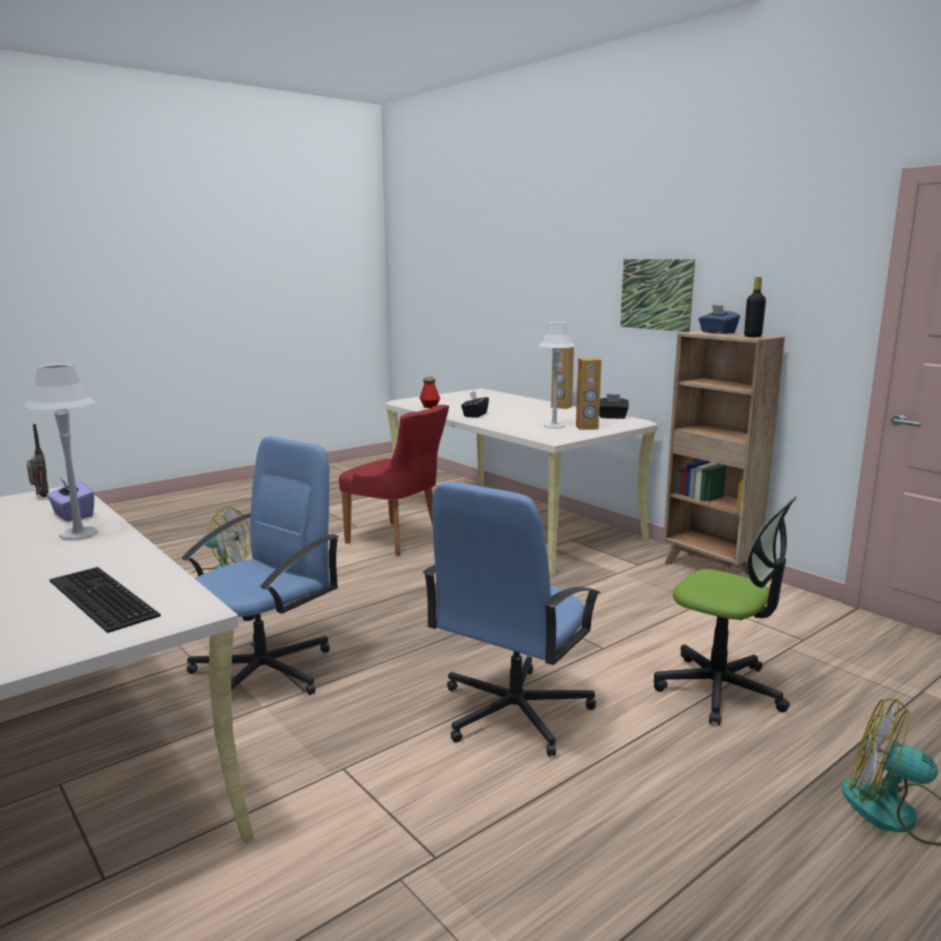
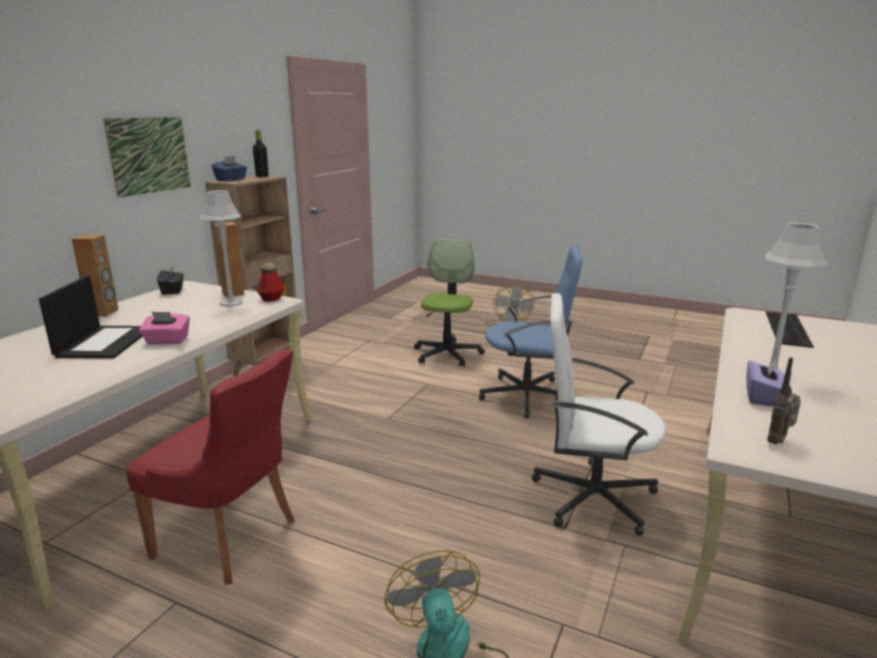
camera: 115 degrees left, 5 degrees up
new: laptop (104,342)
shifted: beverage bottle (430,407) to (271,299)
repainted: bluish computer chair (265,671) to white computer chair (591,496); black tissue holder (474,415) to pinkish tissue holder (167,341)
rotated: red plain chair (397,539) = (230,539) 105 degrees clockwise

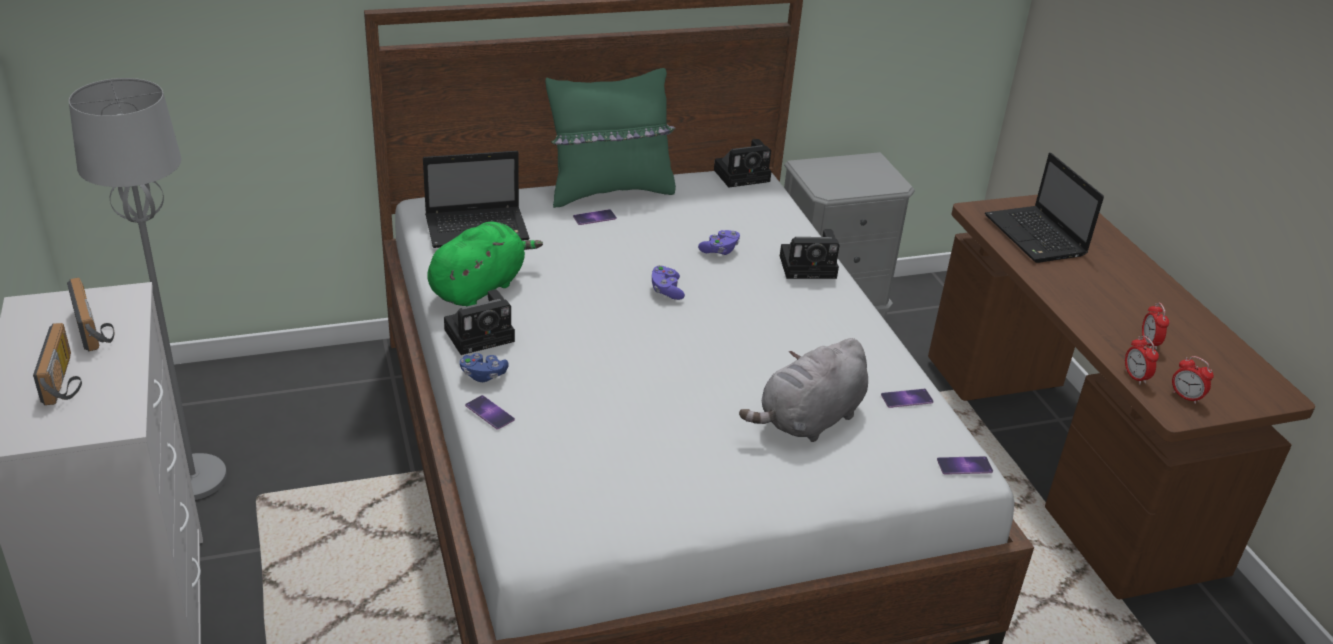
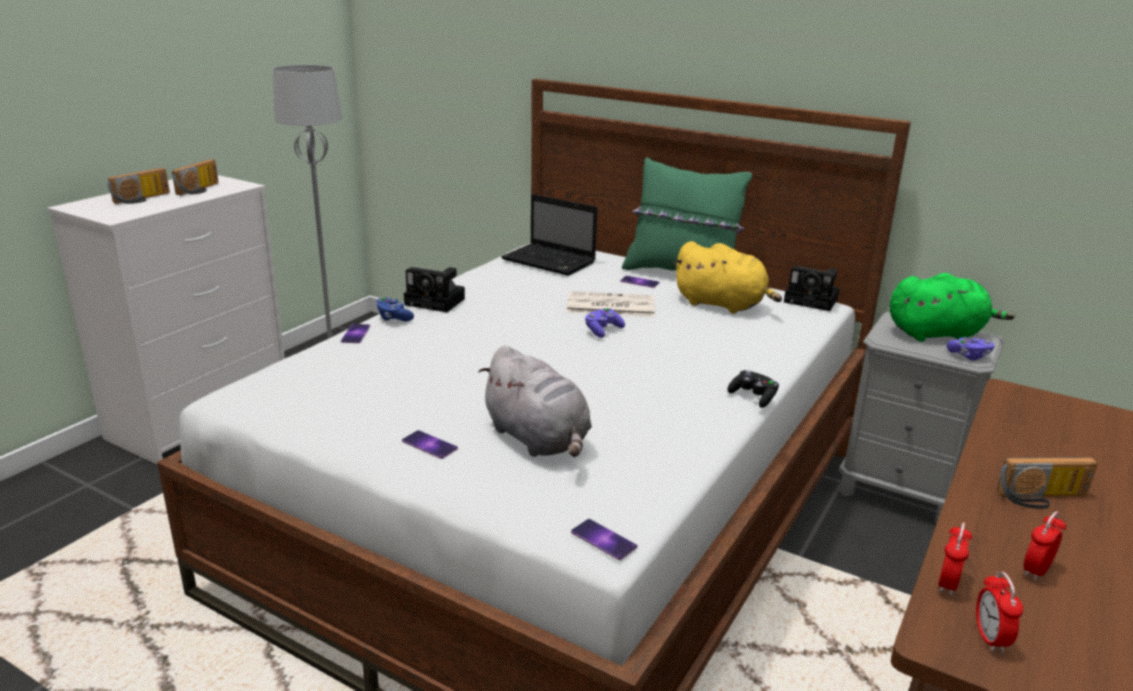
camera: 50 degrees right, 10 degrees down
gone: photo camera (810,266); laptop (1036,237)
new: printed paper (609,306); yellowish plush toy (723,305); black gamepad (753,397); radio (1043,499)
shifted: greenish plush toy (479,287) to (938,334); purple-coloured gamepad (720,250) to (969,356); telephone (907,398) to (429,445)
rotated: grey plush toy (808,420) = (538,439) 135 degrees counterclockwise

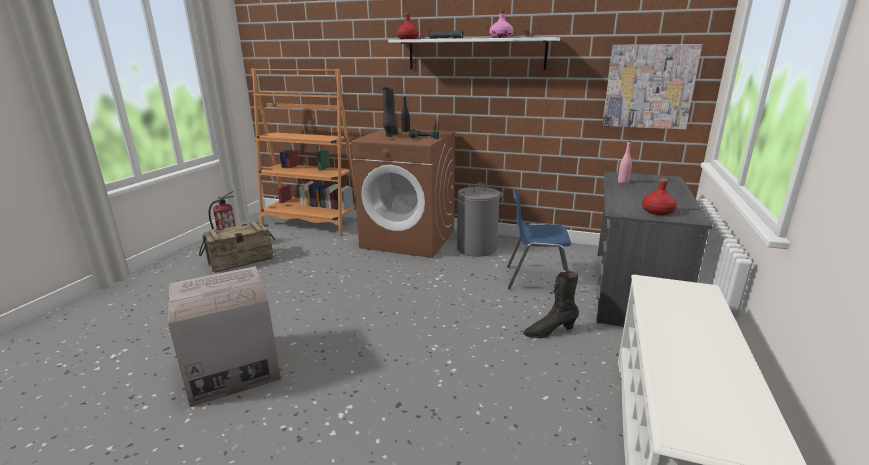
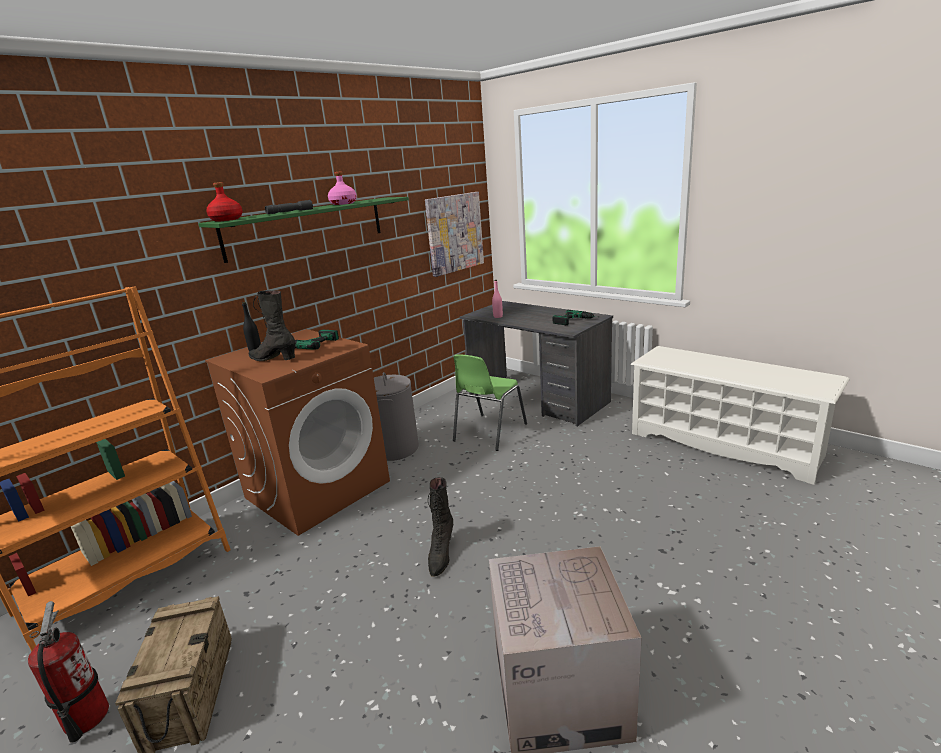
camera: 65 degrees left, 0 degrees up
shifted: black tall boot (549,332) to (441,554)
swapped: red beverage bottle (657,211) to electric drill (577,321)
repainted: white shelf (475,54) to greenish shelf (307,227); bluish plain chair (536,279) to greenish plain chair (488,432)

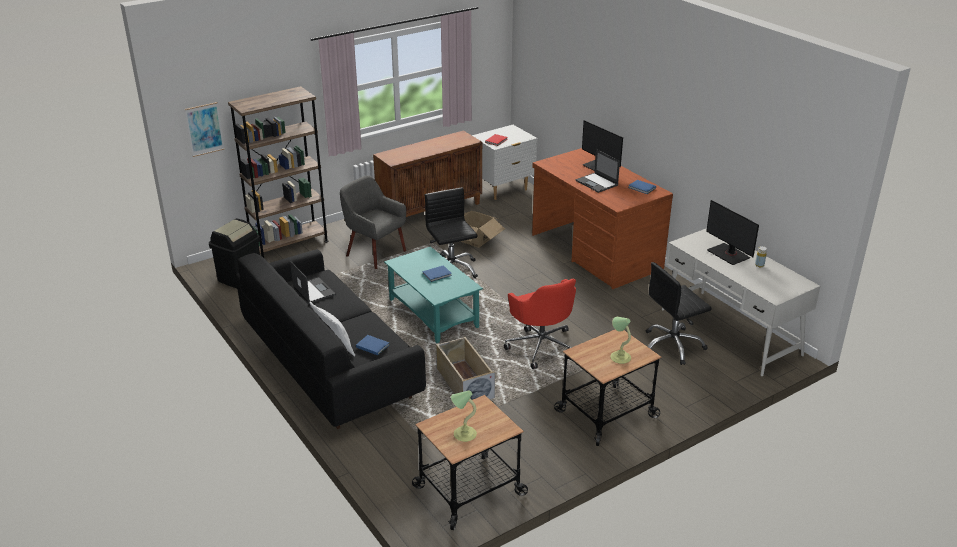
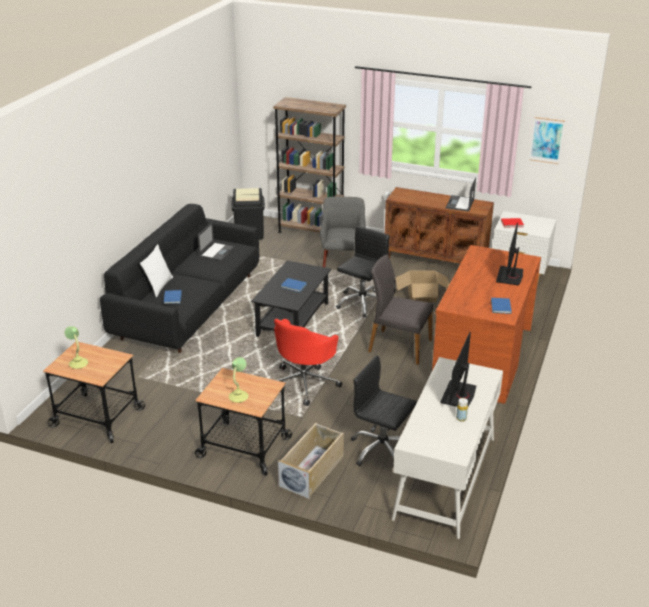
camera: 55 degrees right, 0 degrees up
new: grey plain chair (399,346)
shifted: wall picture (204,129) to (546,140); beige storage box (464,383) to (312,471); laptop (597,183) to (460,204)
repainted: turquoise lounge table (432,313) to black lounge table (293,319)

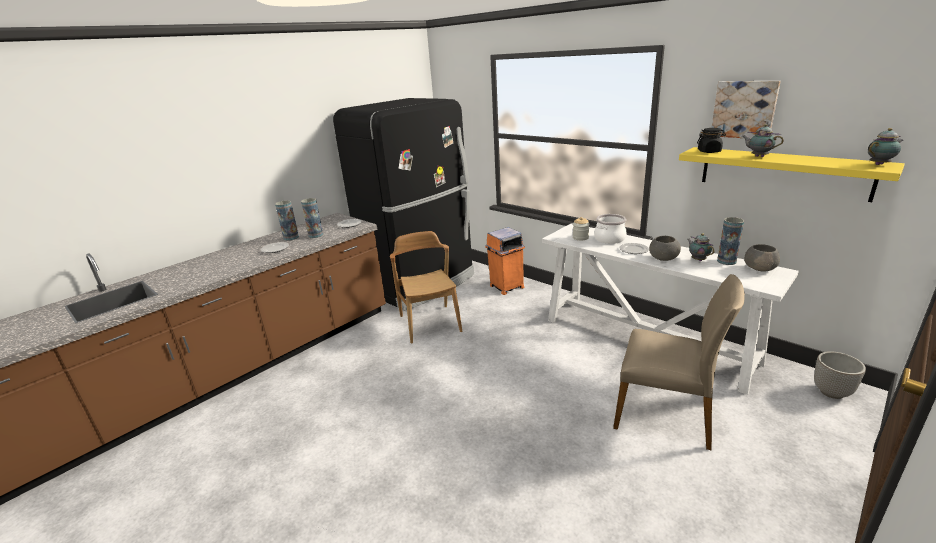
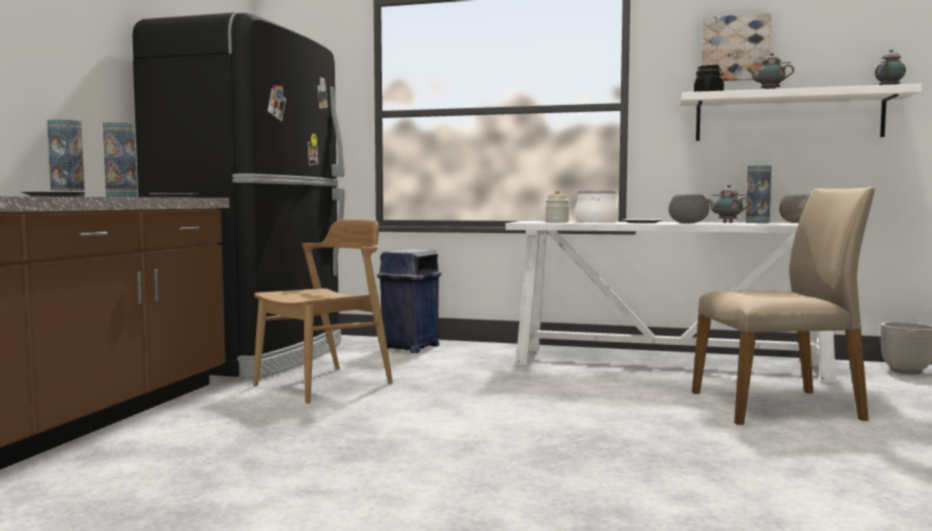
camera: 30 degrees left, 20 degrees down
repainted: orangey waste bin (506,287) to bluish waste bin (409,347); yellowish shelf (782,172) to white shelf (788,117)
rotated: brown-coloured plain chair (430,323) = (324,384) 90 degrees clockwise

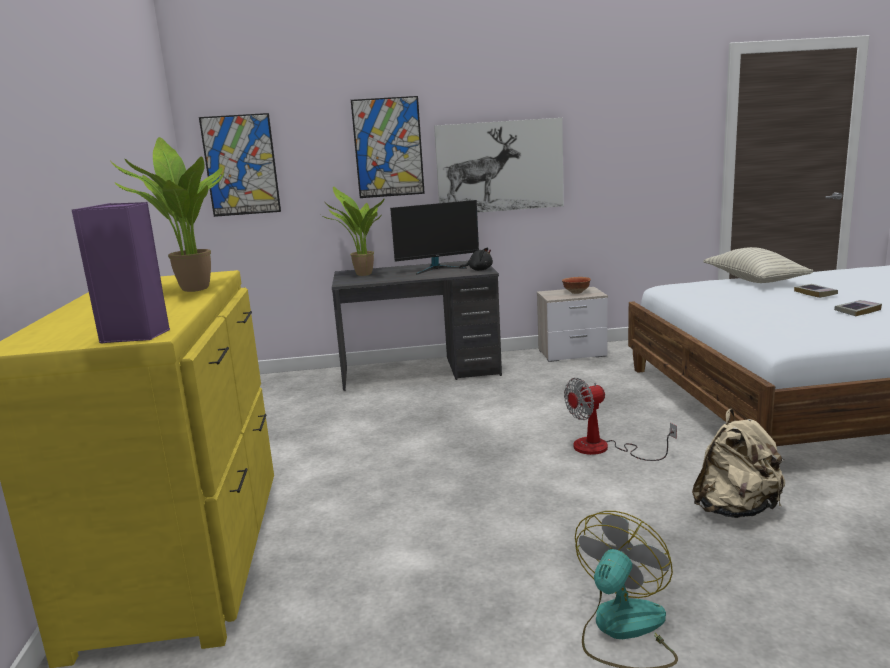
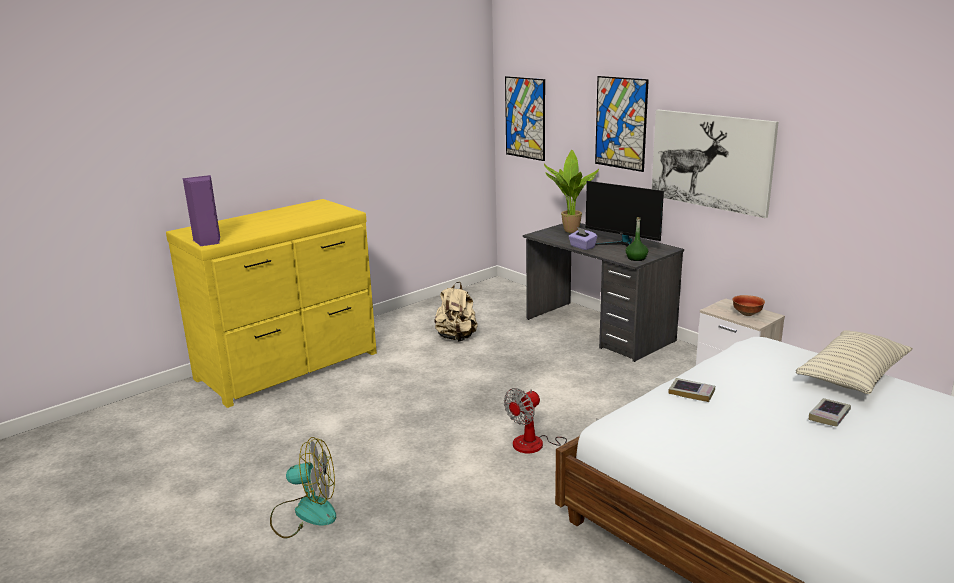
camera: 55 degrees right, 5 degrees up
gone: plant in a pot (190,290)
new: purple-coloured tissue holder (582,247)
shifted: beige rucksack (736,509) to (457,338); volume (857,311) to (691,392)
swapped: black plush toy (479,270) to greenish beverage bottle (636,258)
rotated: cooling fan (603,449) = (539,445) 75 degrees counterclockwise

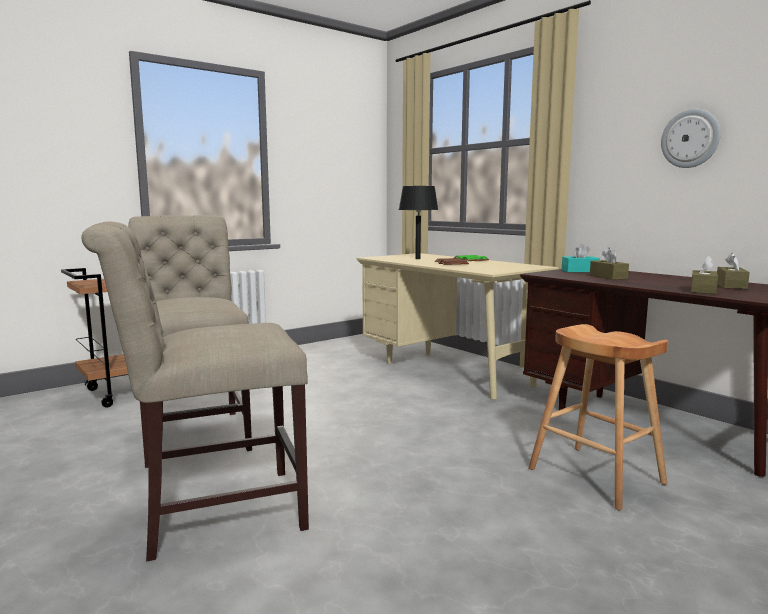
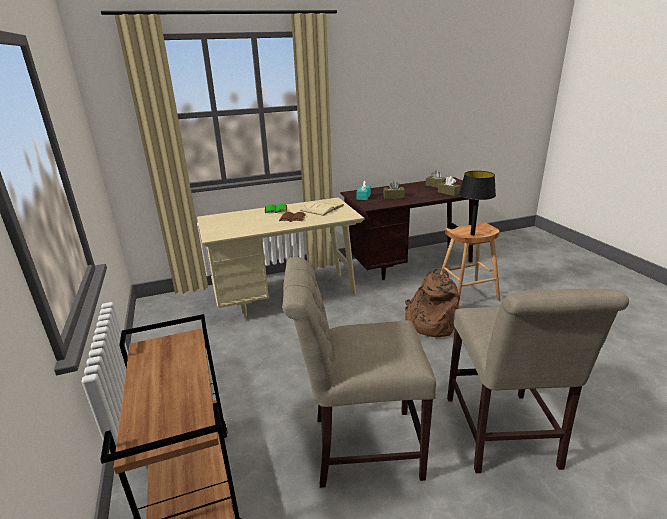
camera: 70 degrees left, 15 degrees up
gone: wall clock (690,138)
new: beige volume (322,208); brown-coloured rucksack (430,322)
shifted: black table lamp (417,258) to (472,234)

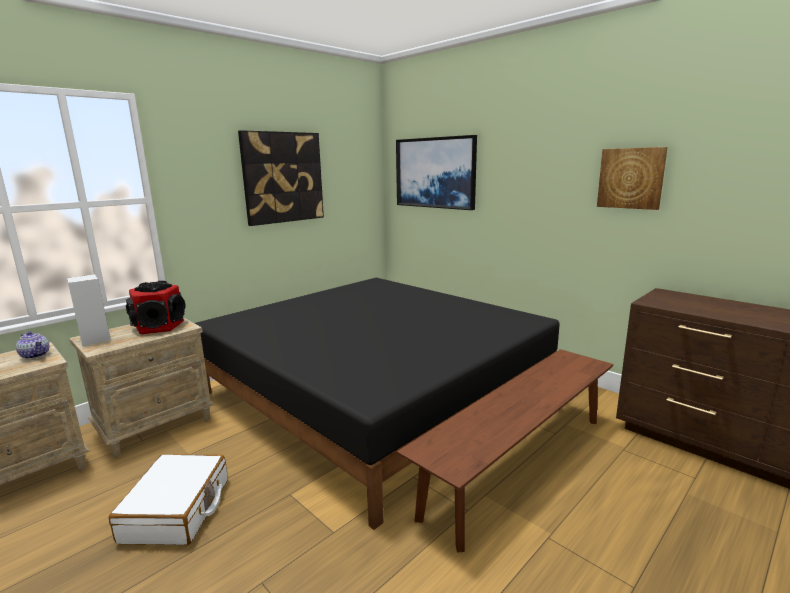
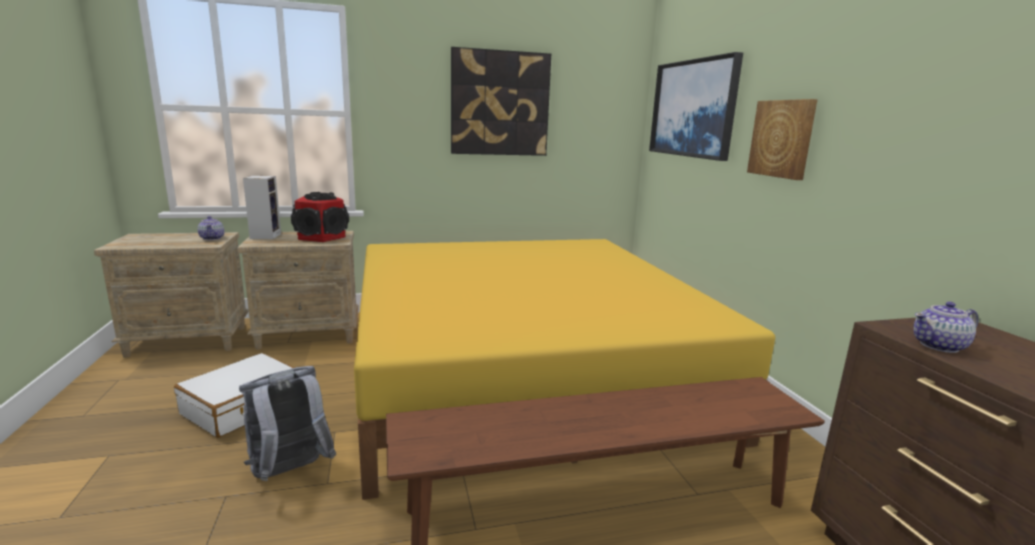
camera: 30 degrees right, 0 degrees up
new: grey rucksack (290,472); tea pot (940,346)
shifted: wall picture (631,178) to (782,138)
repainted: black bedroom bed (376,394) to yellowish bedroom bed (523,369)

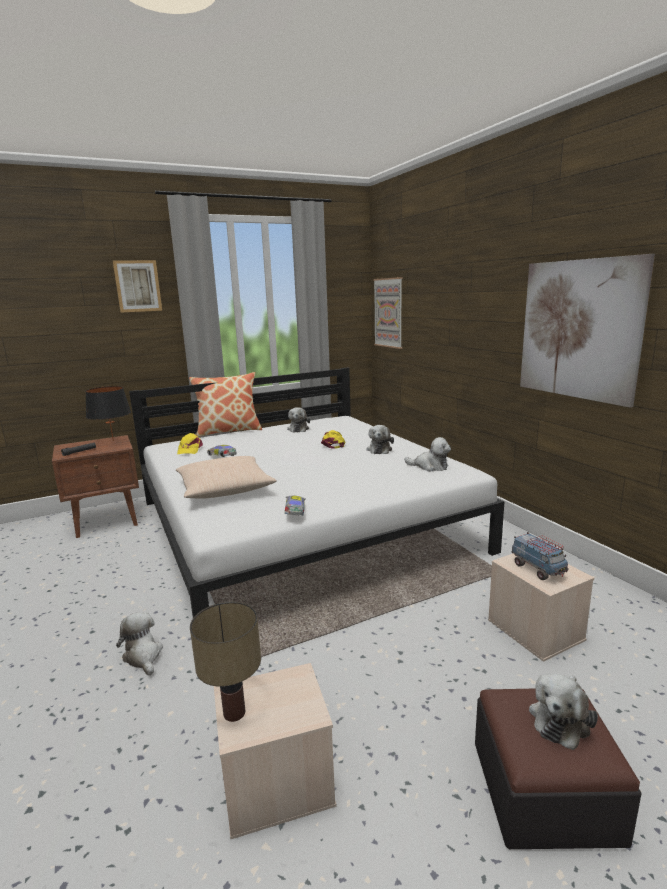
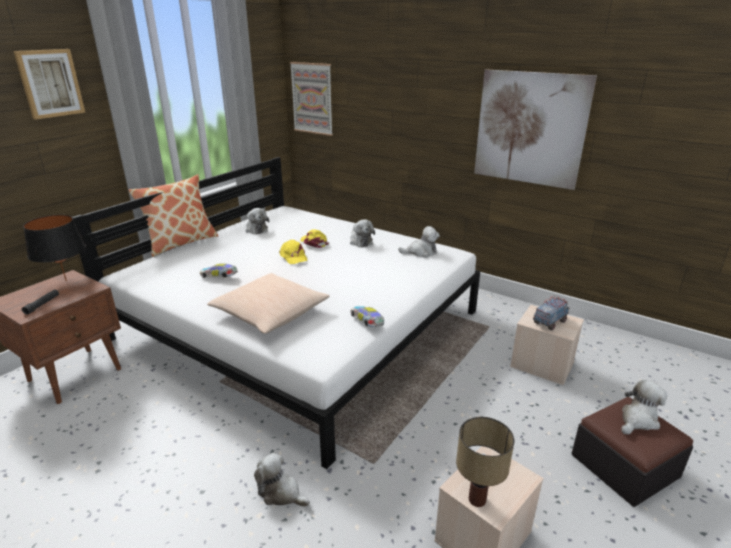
camera: 30 degrees left, 10 degrees up
shifted: yellowish baseball cap (189,449) to (293,257)
rotated: model truck (538,569) = (549,322) 75 degrees counterclockwise; plush toy (560,718) = (638,420) 135 degrees counterclockwise

